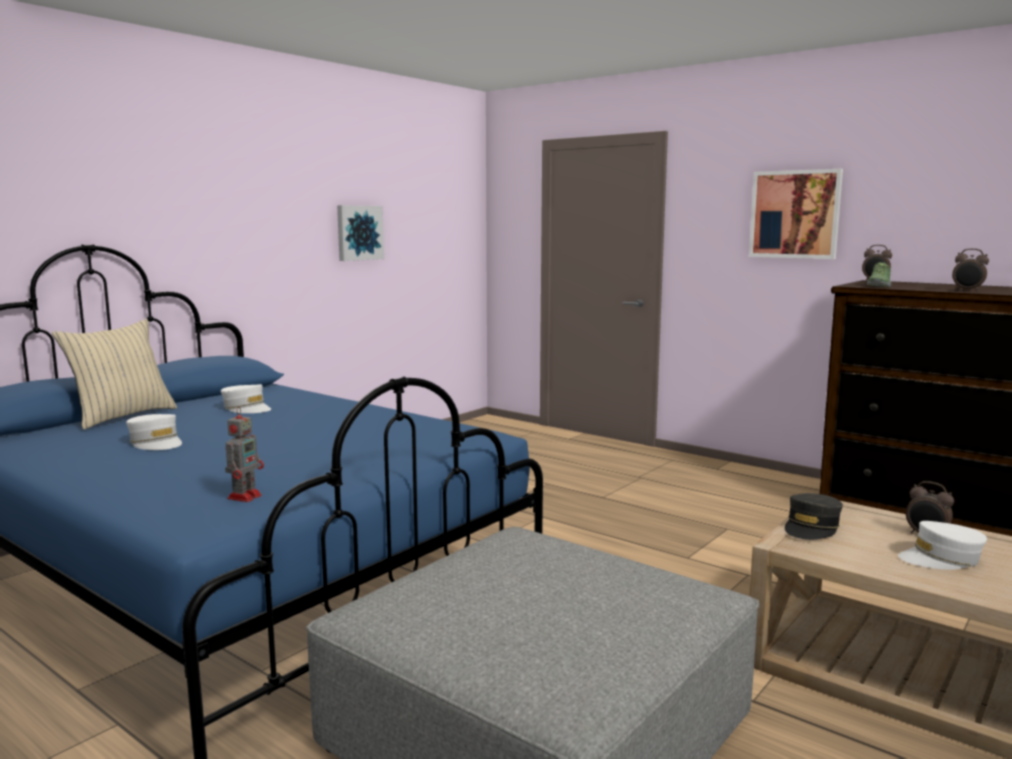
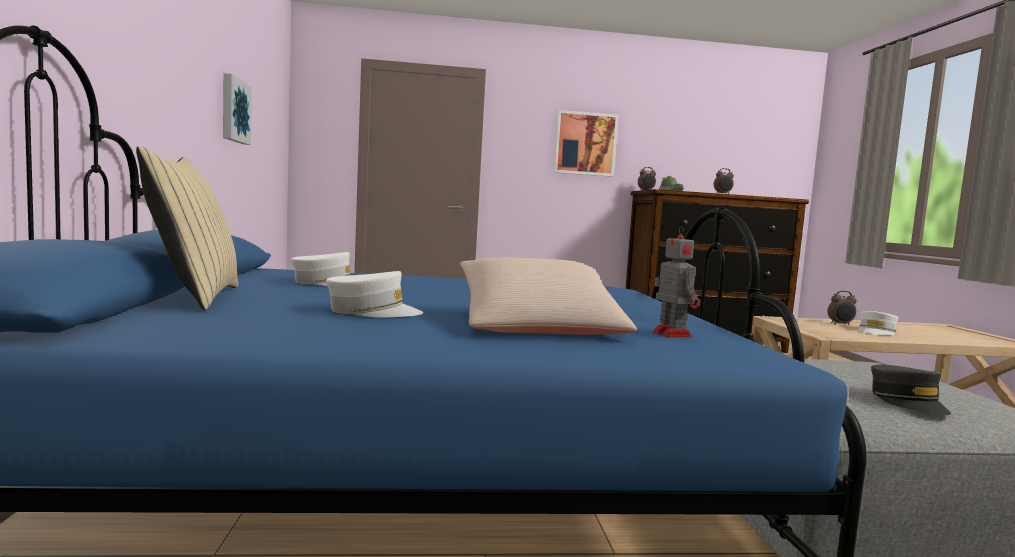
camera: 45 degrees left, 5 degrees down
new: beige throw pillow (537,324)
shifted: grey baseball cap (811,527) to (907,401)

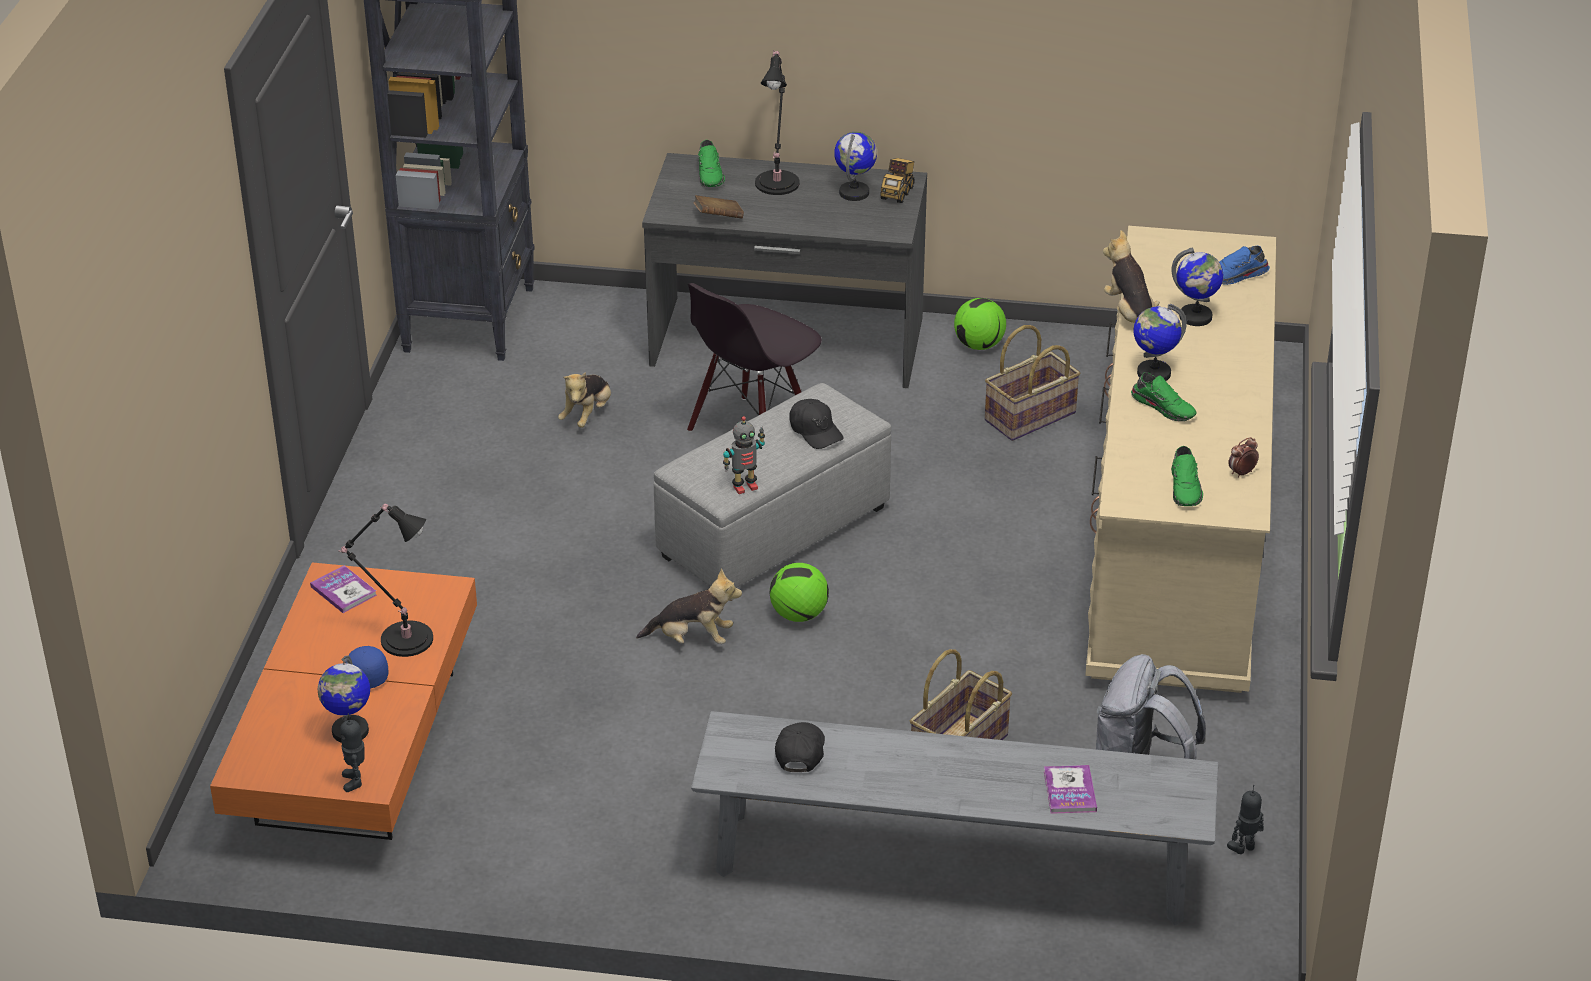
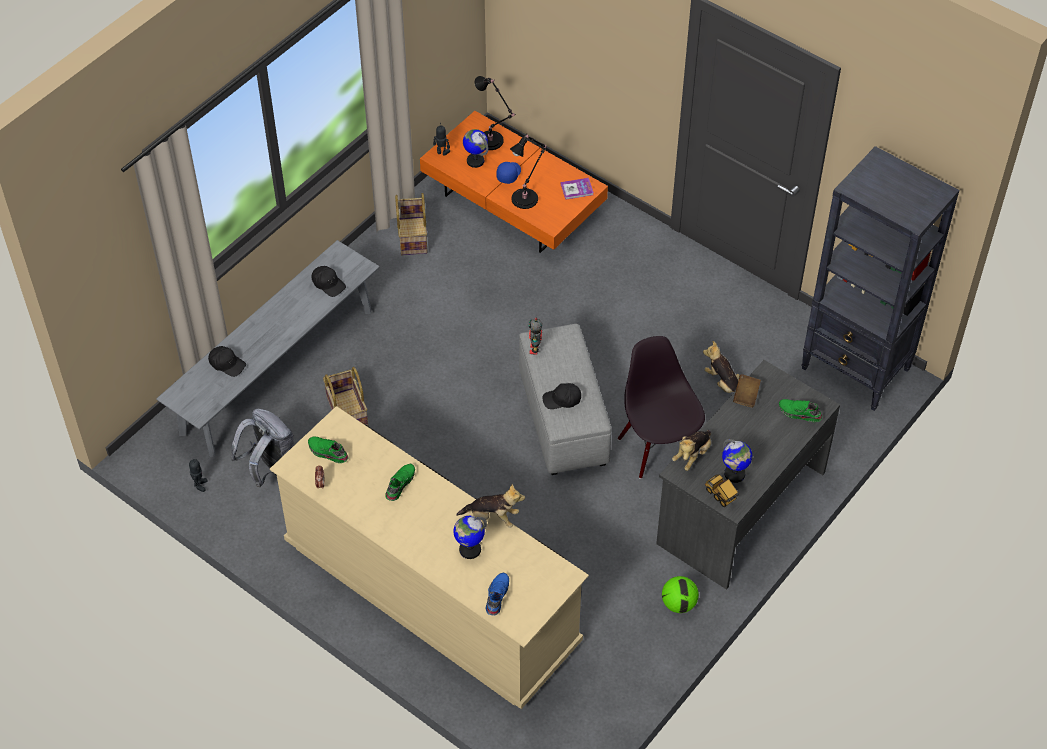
camera: 120 degrees right, 15 degrees up
gone: football (798,614); globe (1153,373)
shifted: plush toy (692,639) to (692,455); black table lamp (778,181) to (492,142); basket (1030,417) to (411,236)
swapped: volume (1069,791) to black baseball cap (227,364)
rotated: greenish shoe (1164,407) = (399,484) 135 degrees clockwise

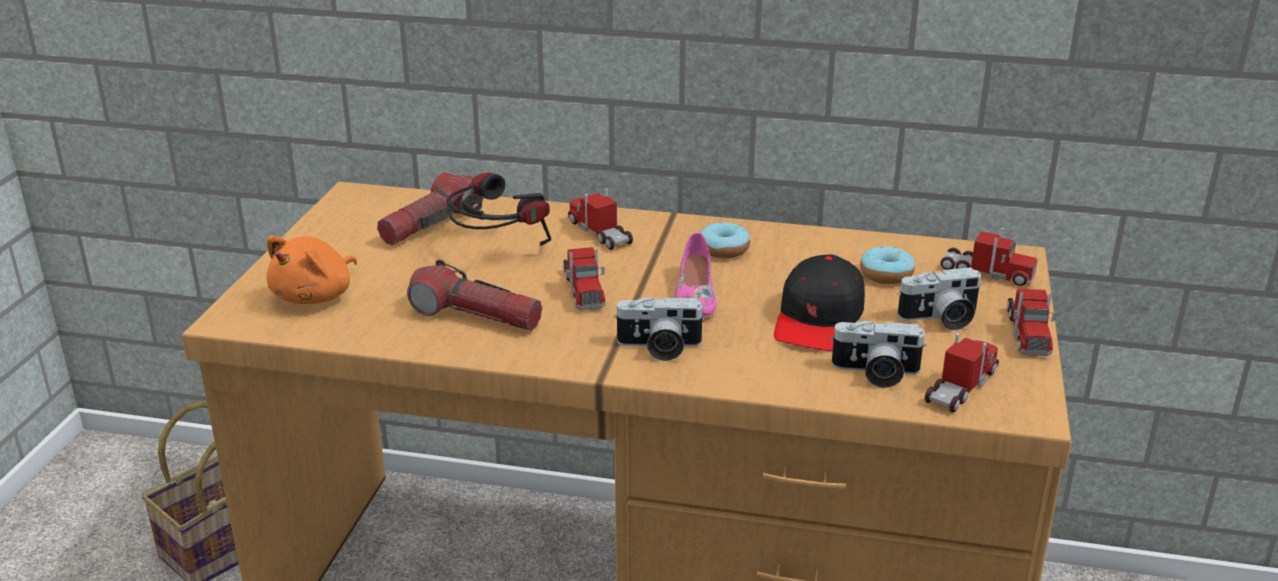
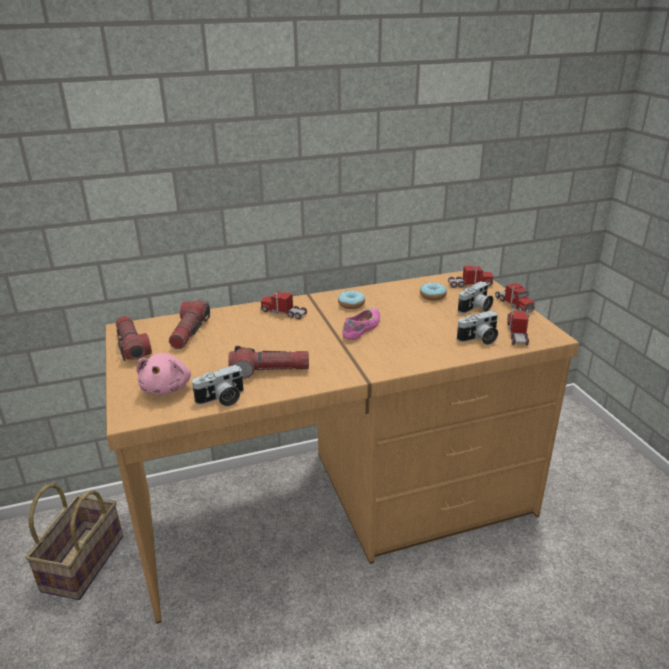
camera: 30 degrees left, 0 degrees up
gone: headphones (496,251); model truck (583,289); black baseball cap (818,319)
new: torch (132,346)
shifted: photo camera (659,348) to (222,399)
repainted: orangey plush toy (316,296) to pinkish plush toy (167,388)
rotated: pinkish shoe (694,294) = (362,328) 120 degrees counterclockwise

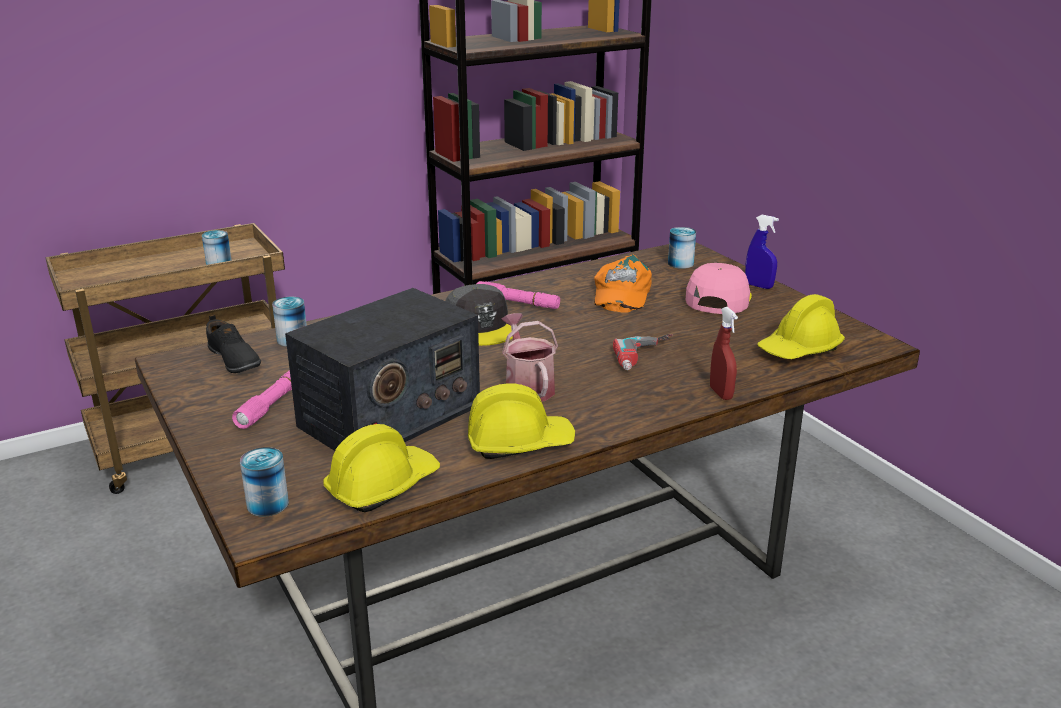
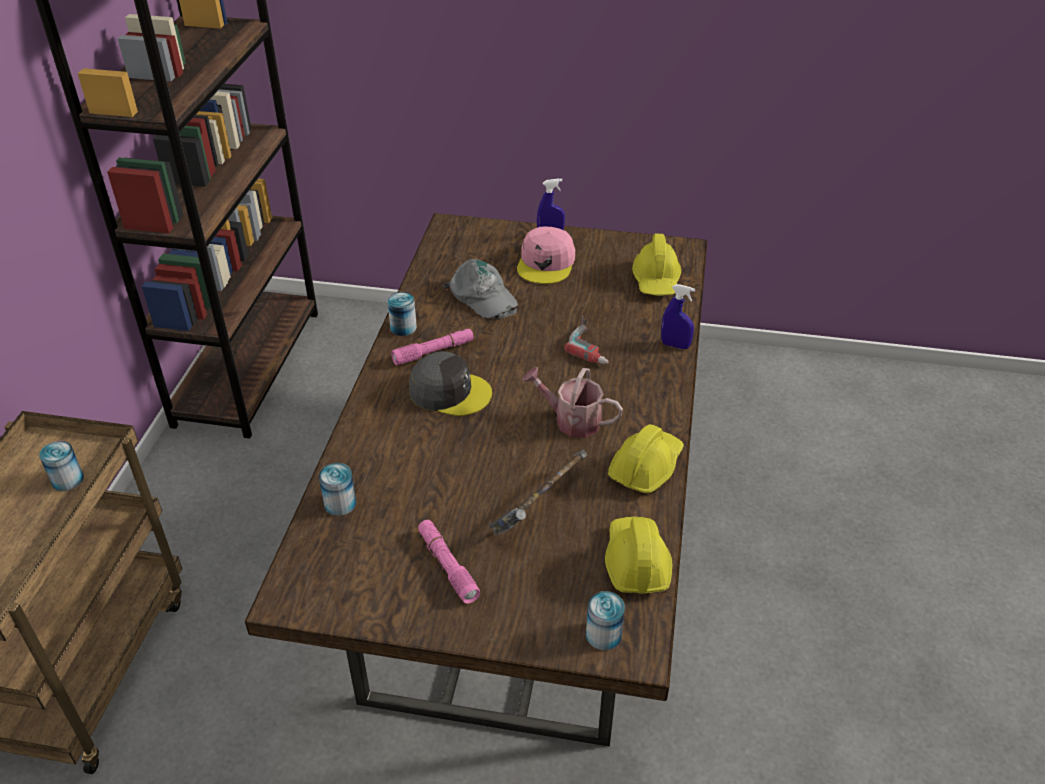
camera: 50 degrees left, 15 degrees up
gone: black shoe (233,360)
shifted: metal can (680,263) to (403,327)
swapped: radio (389,416) to tool hammer (540,511)
repainted: orangey baseball cap (620,293) to grey baseball cap (482,297); red spray bottle (721,393) to bluish spray bottle (675,345)
rotated: pinkish baseball cap (718,298) = (546,263) 135 degrees counterclockwise

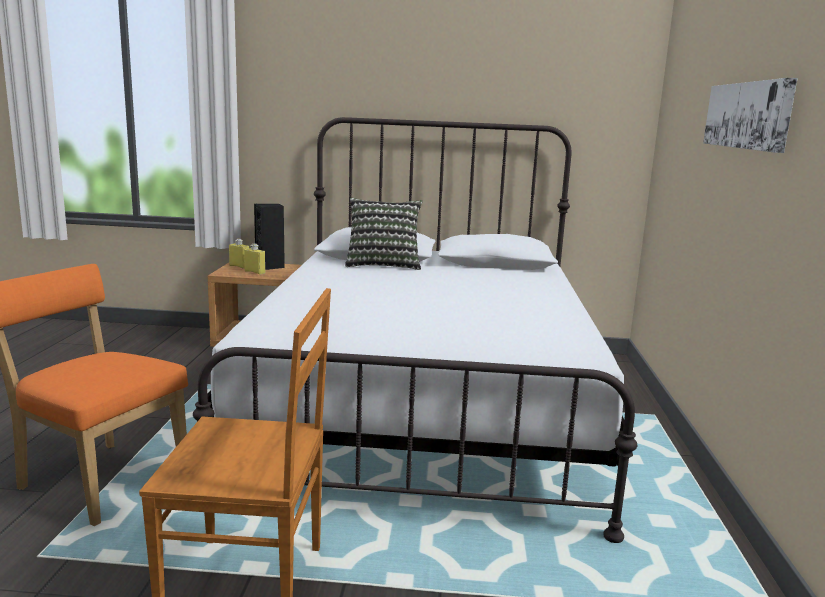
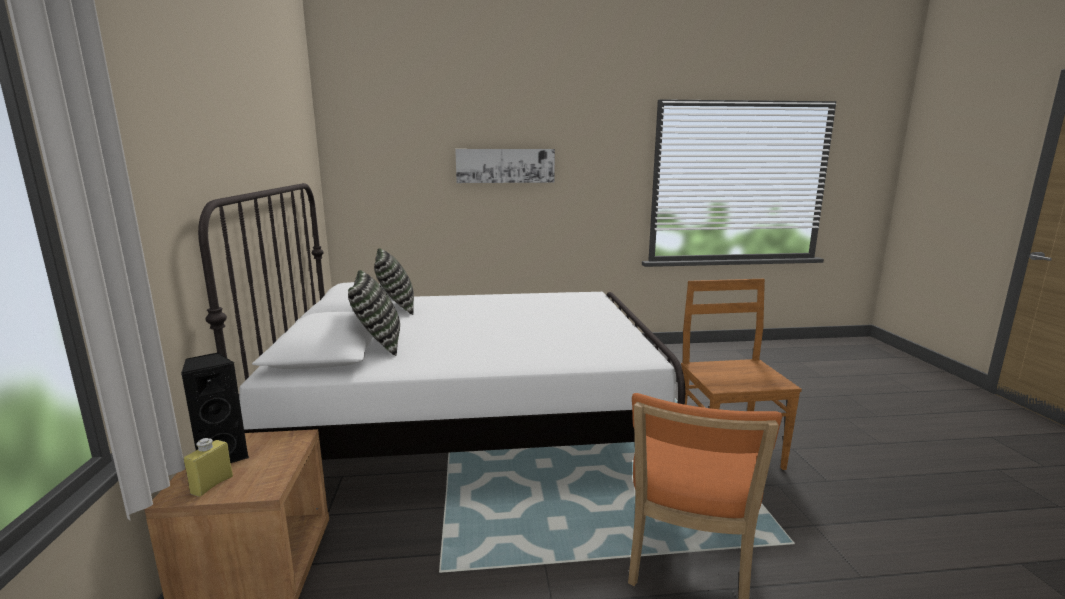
camera: 100 degrees left, 0 degrees up
gone: yellowish beverage bottle (255,272)
new: throw pillow (396,307)

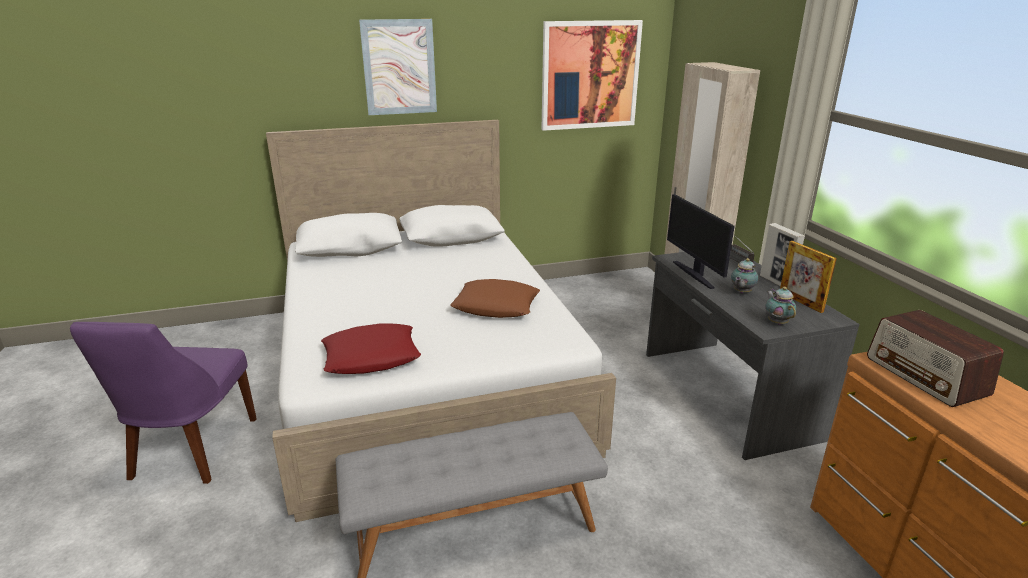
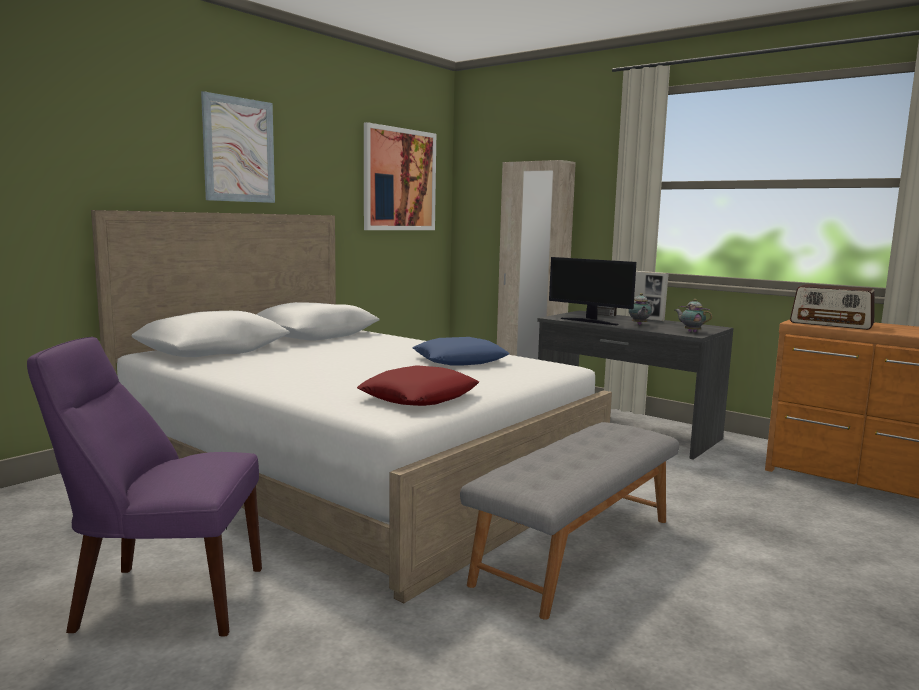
camera: 35 degrees left, 15 degrees down
gone: picture frame (800,302)
repainted: brown-coloured throw pillow (496,306) to bluish throw pillow (460,360)
rotated: purple-coloured plain chair (191,451) = (162,599) 120 degrees clockwise

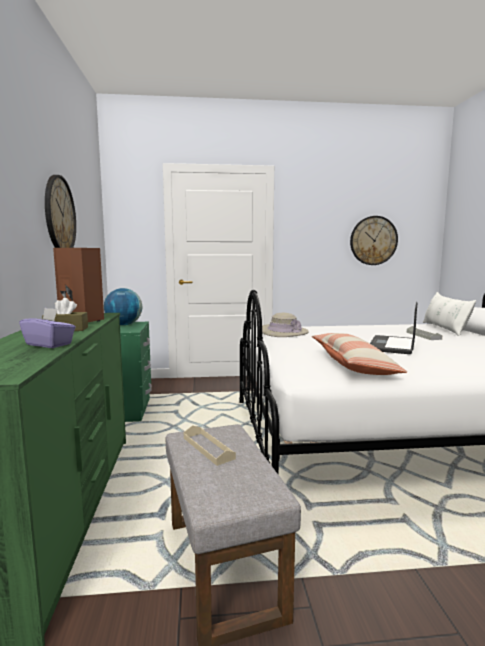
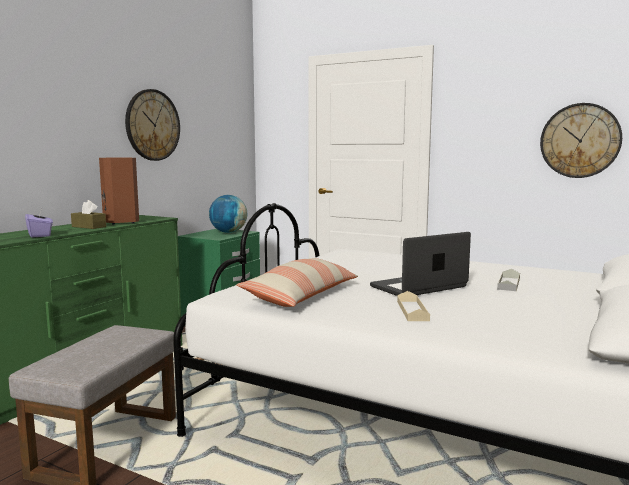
camera: 35 degrees right, 0 degrees up
gone: beige hat (283,332); white throw pillow (444,329)
shifted: beige serving tray (208,448) to (412,310)

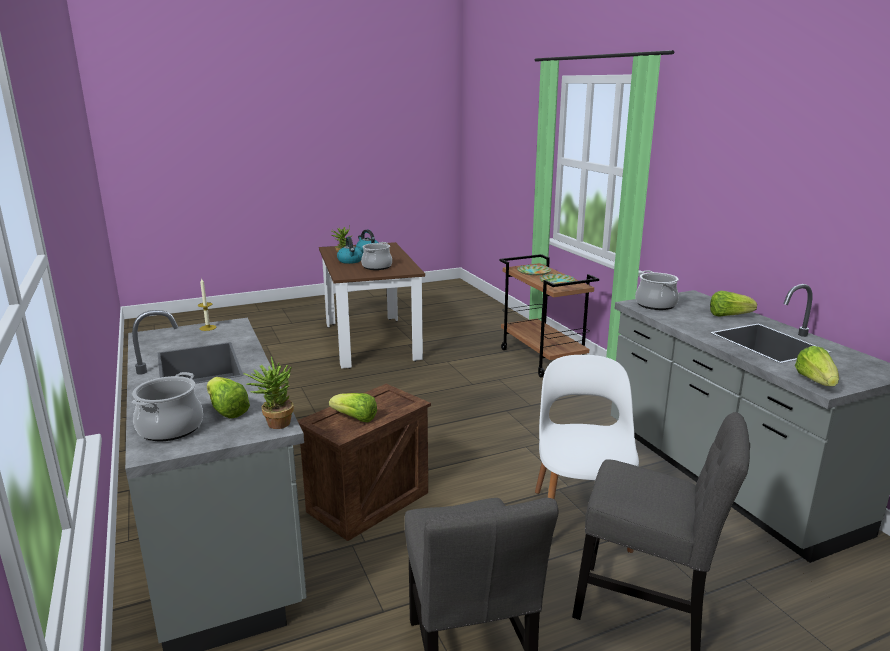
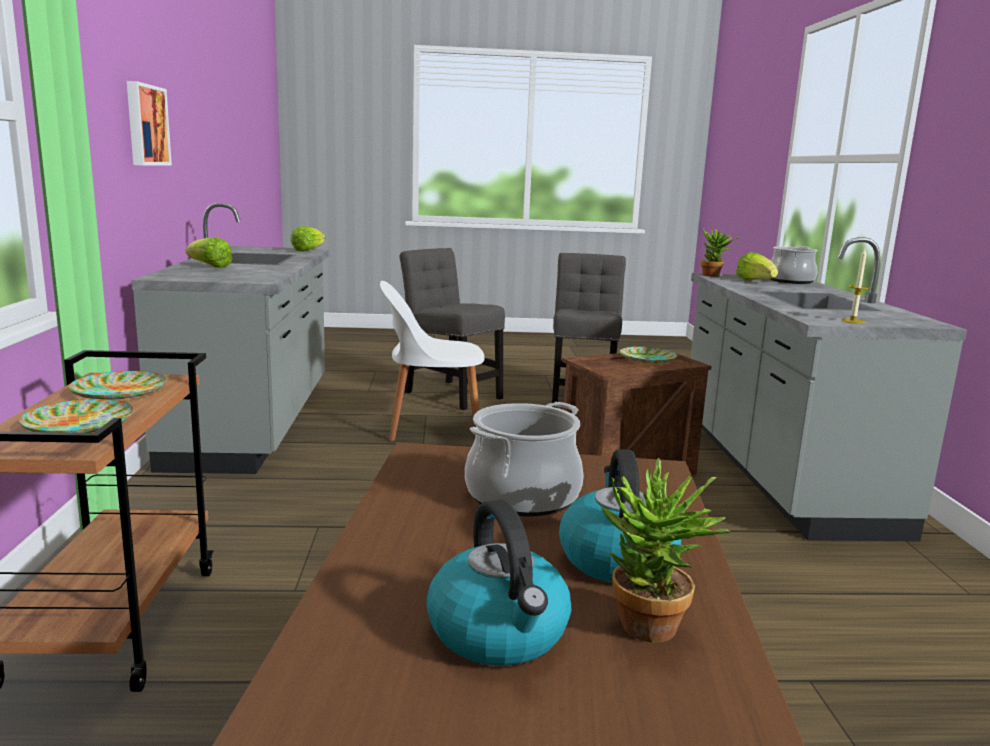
camera: 160 degrees left, 5 degrees down
gone: cooking pot (656,305)
new: wall picture (145,125)
swapped: head of lettuce (355,418) to plate (647,358)
rotated: white plain chair (581,517) = (431,427) 60 degrees clockwise

